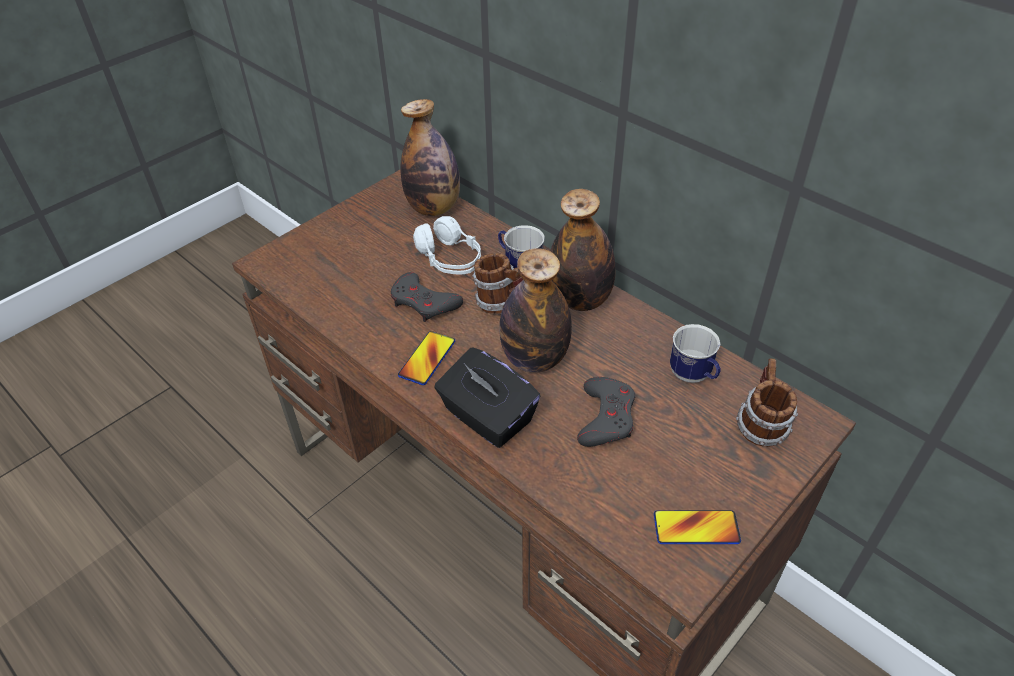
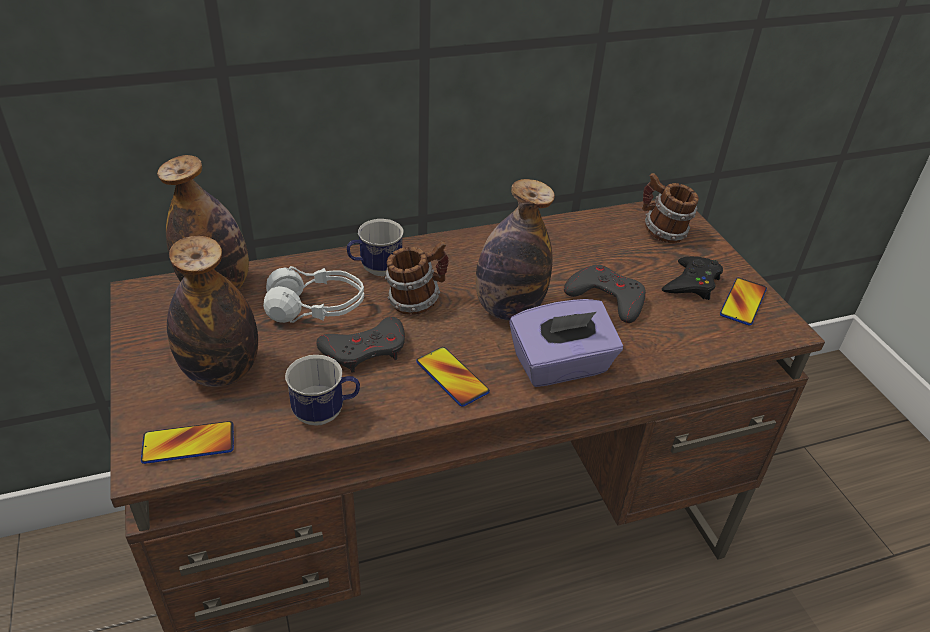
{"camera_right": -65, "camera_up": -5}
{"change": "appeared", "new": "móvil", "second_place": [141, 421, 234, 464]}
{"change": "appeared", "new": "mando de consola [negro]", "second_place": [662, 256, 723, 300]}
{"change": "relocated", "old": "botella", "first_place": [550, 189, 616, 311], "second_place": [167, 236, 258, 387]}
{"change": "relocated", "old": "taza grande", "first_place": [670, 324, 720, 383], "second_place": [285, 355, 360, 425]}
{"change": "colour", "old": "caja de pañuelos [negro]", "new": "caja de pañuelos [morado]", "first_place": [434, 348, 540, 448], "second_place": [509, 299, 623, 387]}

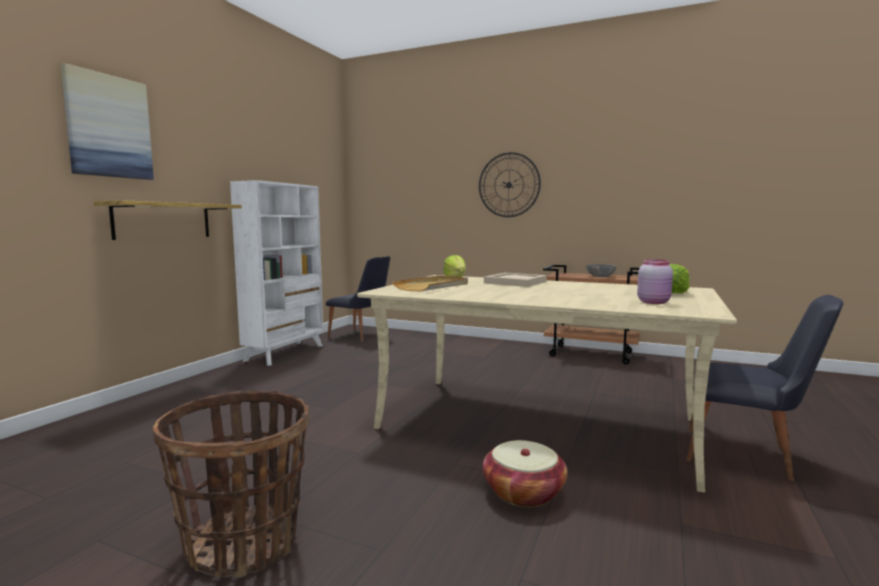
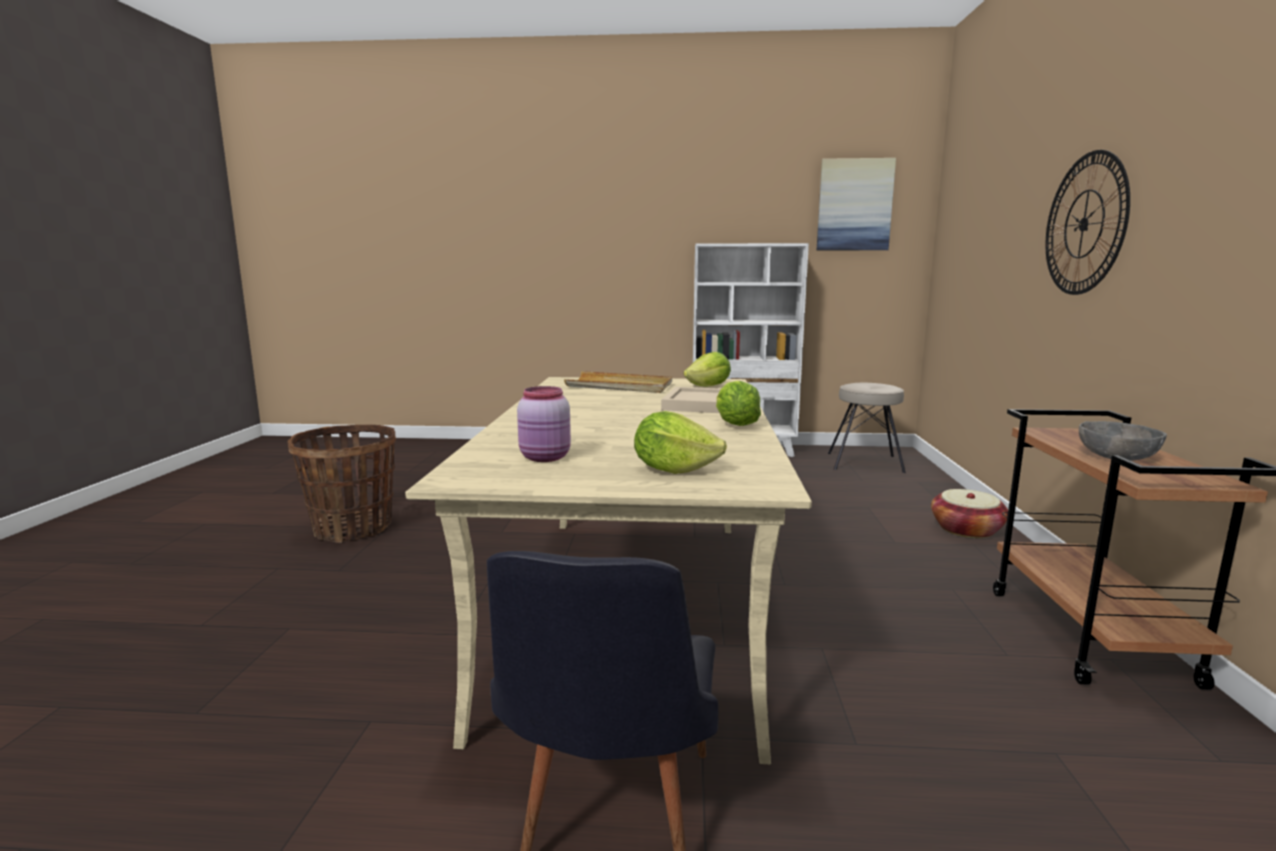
{"camera_right": 70, "camera_up": 5}
{"change": "missing", "old": "estante", "first_place": [94, 200, 242, 240]}
{"change": "appeared", "new": "lechuga", "second_place": [716, 381, 761, 426]}
{"change": "relocated", "old": "cuadro", "first_place": [60, 63, 154, 180], "second_place": [817, 158, 896, 250]}
{"change": "relocated", "old": "cesta", "first_place": [483, 440, 567, 507], "second_place": [931, 489, 1008, 538]}
{"change": "exchanged", "old": "silla [negro]", "new": "taburete [beis]", "first_place": [326, 256, 390, 342], "second_place": [828, 382, 906, 473]}

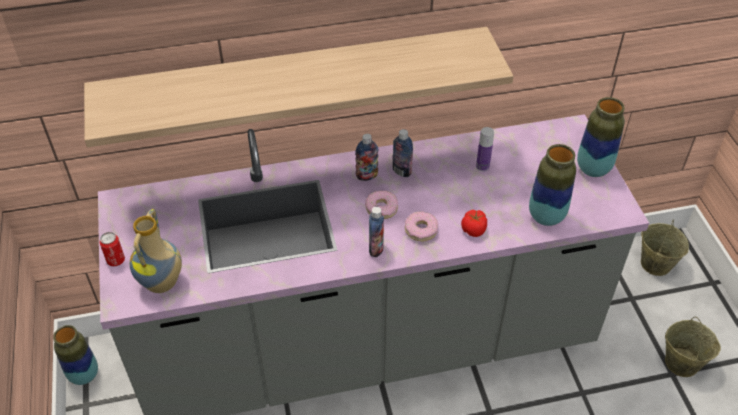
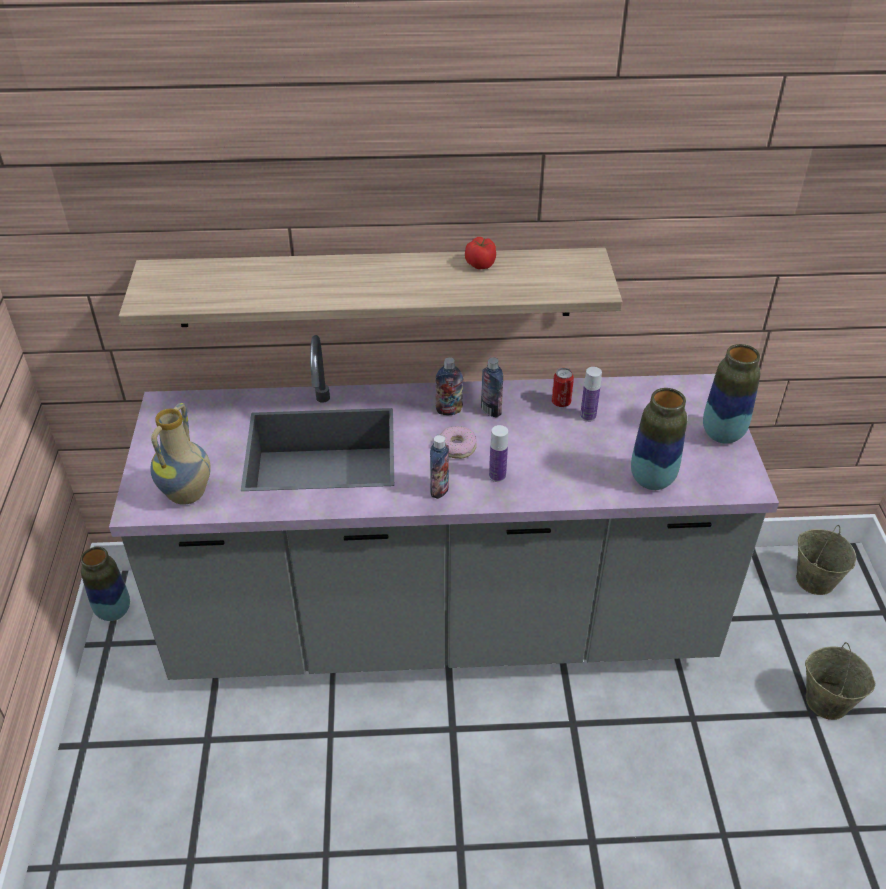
{"camera_right": 10, "camera_up": -5}
{"change": "relocated", "old": "lata", "first_place": [99, 232, 125, 266], "second_place": [552, 368, 574, 407]}
{"change": "relocated", "old": "tomate", "first_place": [461, 210, 487, 237], "second_place": [465, 237, 496, 269]}
{"change": "exchanged", "old": "rosquilla", "new": "botella", "first_place": [405, 211, 438, 242], "second_place": [489, 425, 508, 482]}

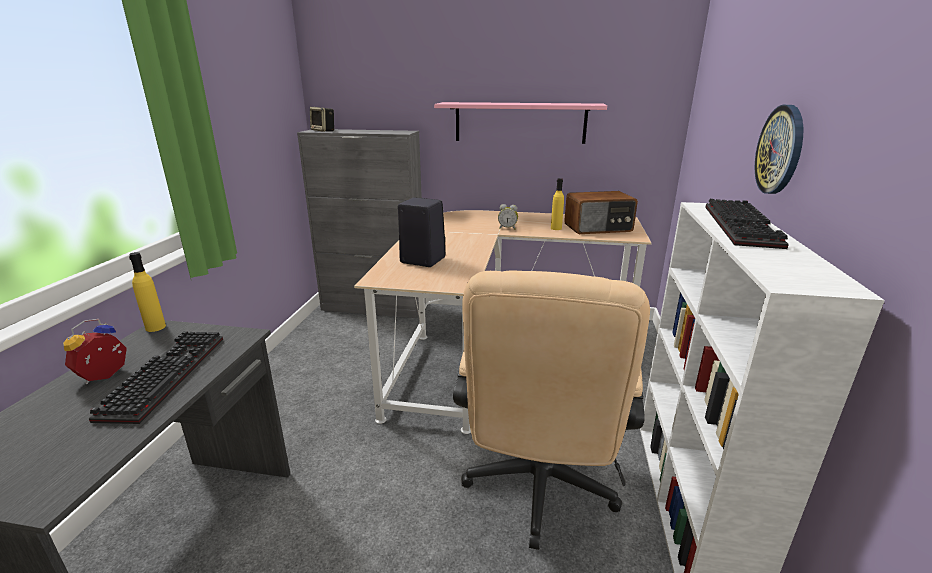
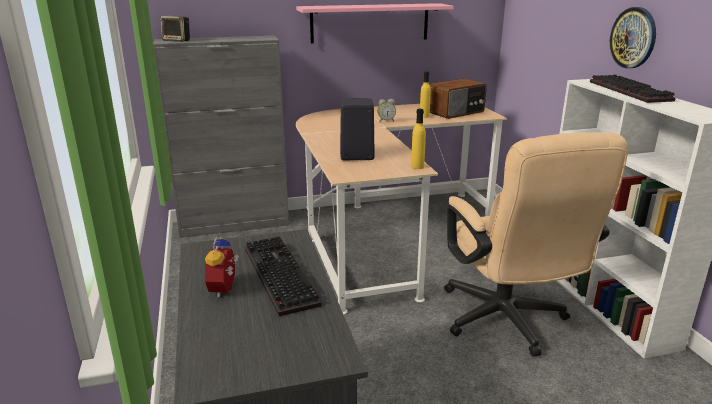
{"camera_right": -25, "camera_up": 0}
{"change": "relocated", "old": "botella [amarillo]", "first_place": [129, 252, 166, 332], "second_place": [411, 109, 426, 169]}

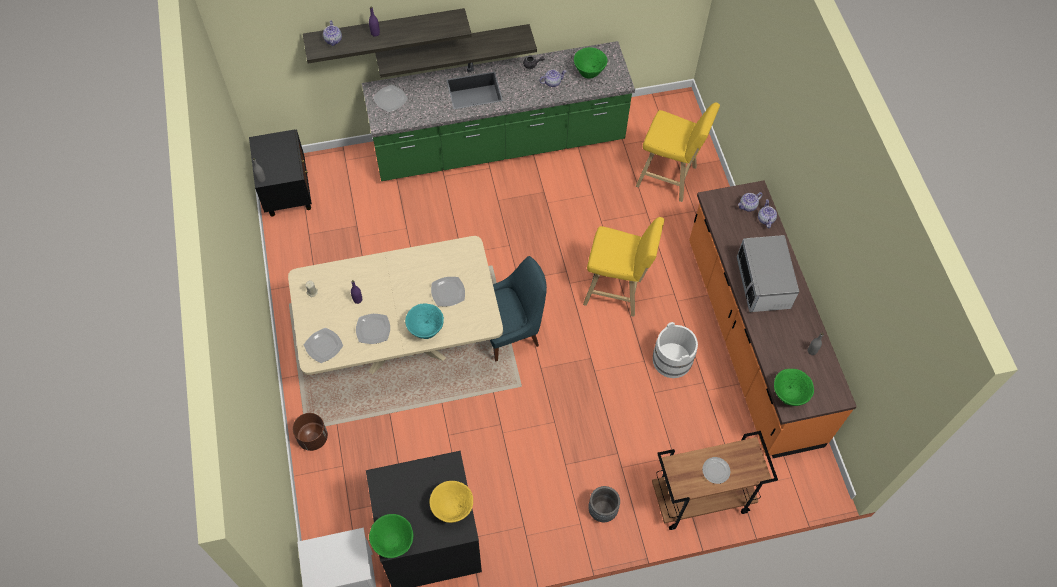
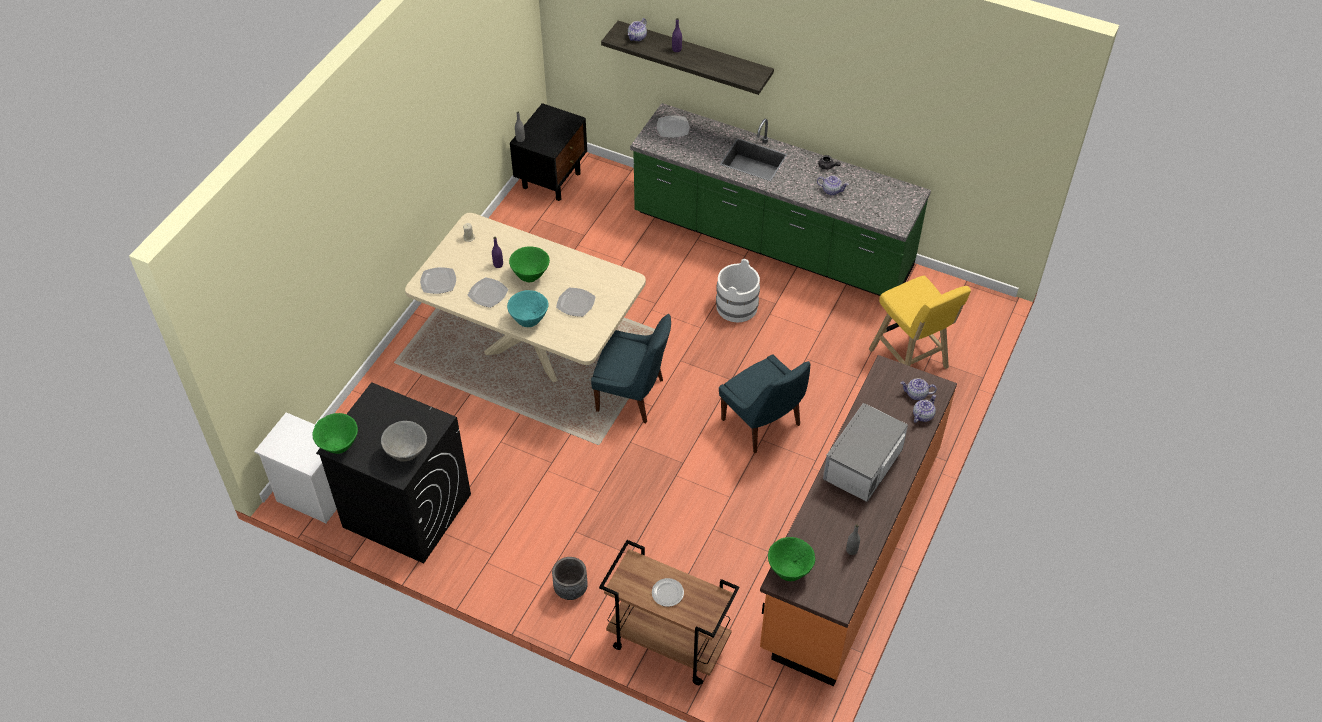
{"camera_right": 40, "camera_up": -10}
{"change": "missing", "old": "maceta [marrón]", "first_place": [293, 413, 328, 451]}
{"change": "missing", "old": "estante", "first_place": [375, 24, 537, 78]}
{"change": "relocated", "old": "cuenco [verde]", "first_place": [574, 47, 607, 79], "second_place": [509, 246, 550, 282]}
{"change": "relocated", "old": "cubo [blanco]", "first_place": [653, 322, 698, 378], "second_place": [716, 259, 760, 322]}
{"change": "exchanged", "old": "taburete [amarillo]", "new": "silla [azul]", "first_place": [583, 217, 665, 317], "second_place": [719, 354, 810, 453]}
{"change": "colour", "old": "cuenco [amarillo]", "new": "cuenco [gris]", "first_place": [429, 481, 473, 523], "second_place": [381, 421, 427, 462]}

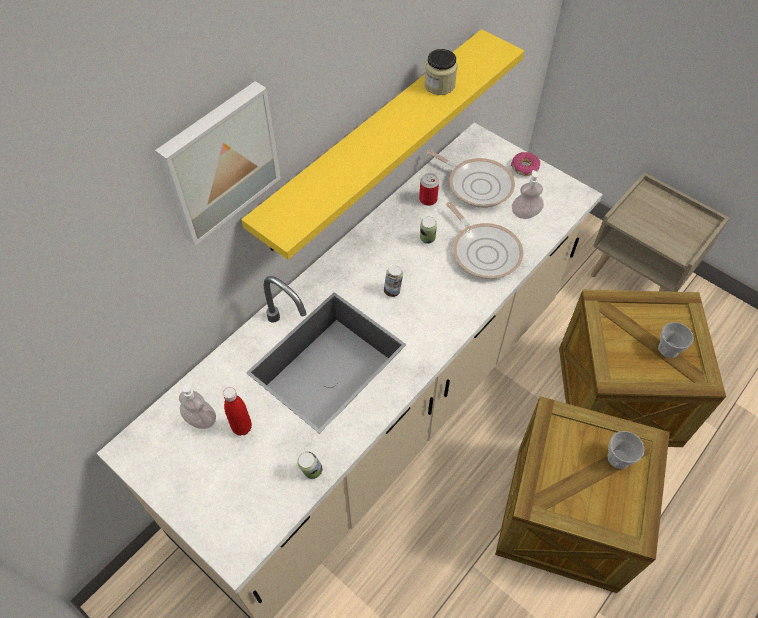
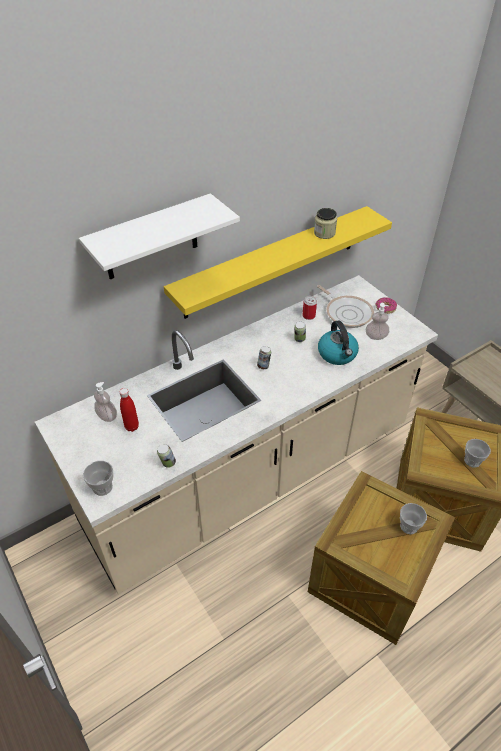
{"camera_right": 15, "camera_up": -10}
{"change": "appeared", "new": "taza", "second_place": [83, 461, 113, 496]}
{"change": "exchanged", "old": "cuadro", "new": "estante [blanco]", "first_place": [155, 81, 281, 246], "second_place": [79, 193, 240, 279]}
{"change": "exchanged", "old": "sartén", "new": "hervidor", "first_place": [446, 202, 523, 279], "second_place": [318, 321, 359, 365]}

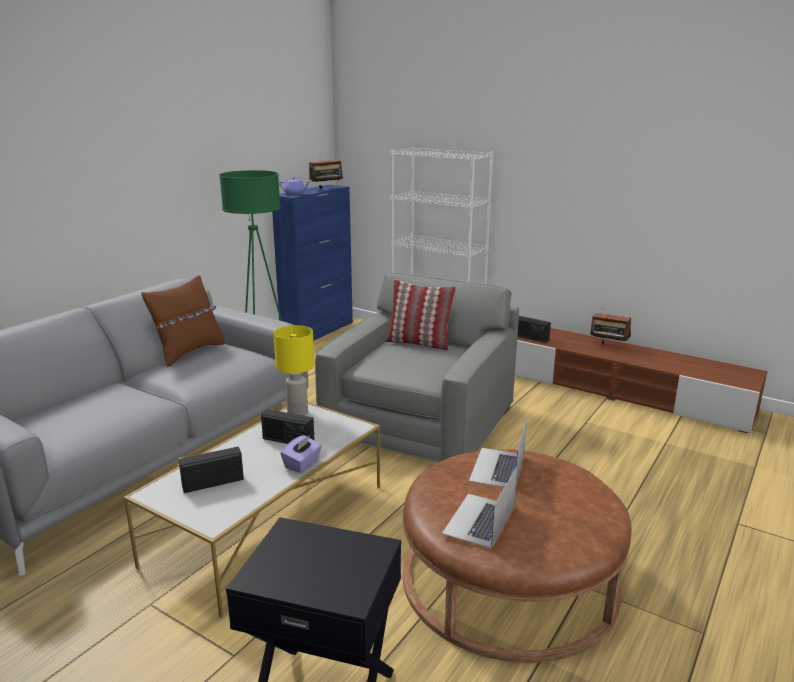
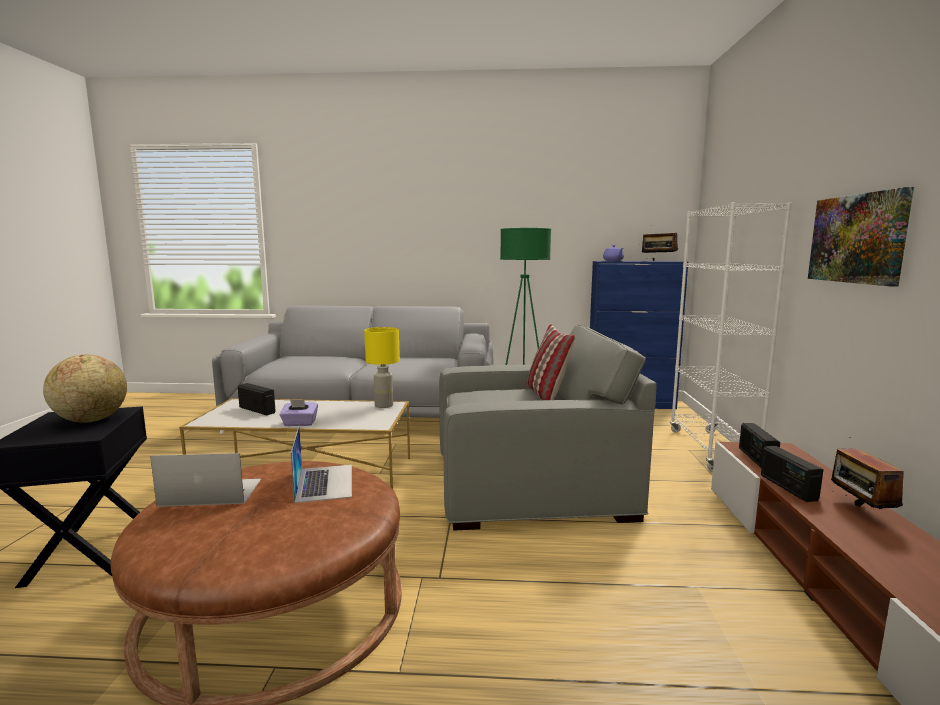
{"camera_right": 60, "camera_up": -10}
{"change": "missing", "old": "cojín [marrón]", "first_place": [141, 276, 225, 367]}
{"change": "appeared", "new": "globo terráqueo", "second_place": [43, 354, 127, 423]}
{"change": "appeared", "new": "cuadro", "second_place": [808, 187, 914, 286]}
{"change": "relocated", "old": "radio", "first_place": [261, 409, 315, 444], "second_place": [761, 446, 823, 502]}
{"change": "spun", "old": "portátil", "first_place": [469, 419, 527, 487], "second_place": [291, 426, 352, 503], "degrees": 90}

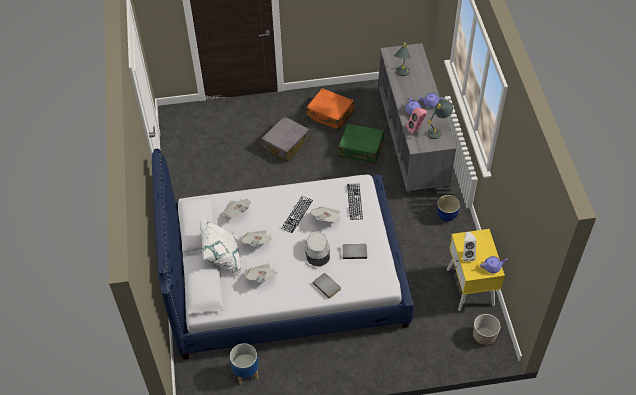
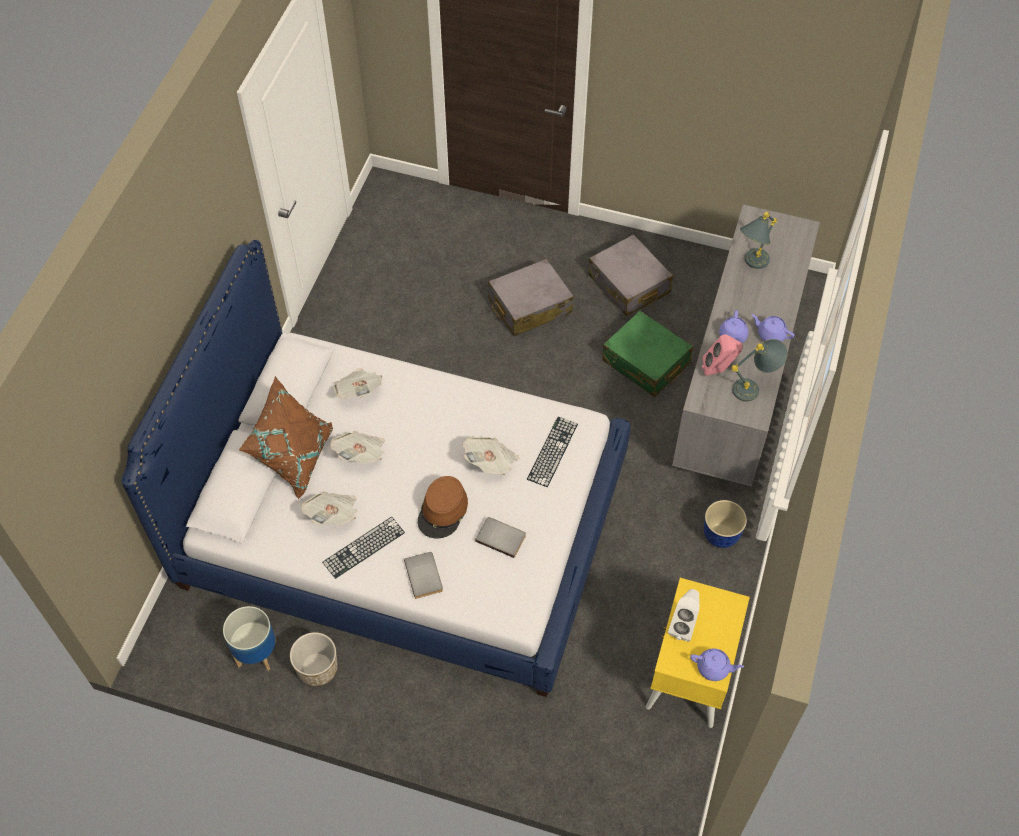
{"camera_right": 25, "camera_up": 5}
{"change": "relocated", "old": "teclado", "first_place": [281, 196, 313, 233], "second_place": [322, 517, 405, 579]}
{"change": "relocated", "old": "maceta", "first_place": [473, 314, 500, 345], "second_place": [290, 632, 338, 686]}
{"change": "colour", "old": "cojín [blanco]", "new": "cojín [marrón]", "first_place": [200, 217, 241, 276], "second_place": [239, 376, 333, 499]}
{"change": "colour", "old": "sombrero [gris]", "new": "sombrero [marrón]", "first_place": [305, 231, 330, 266], "second_place": [418, 476, 468, 539]}
{"change": "colour", "old": "maleta [naranja]", "new": "maleta [gris]", "first_place": [306, 88, 354, 131], "second_place": [589, 234, 673, 316]}

